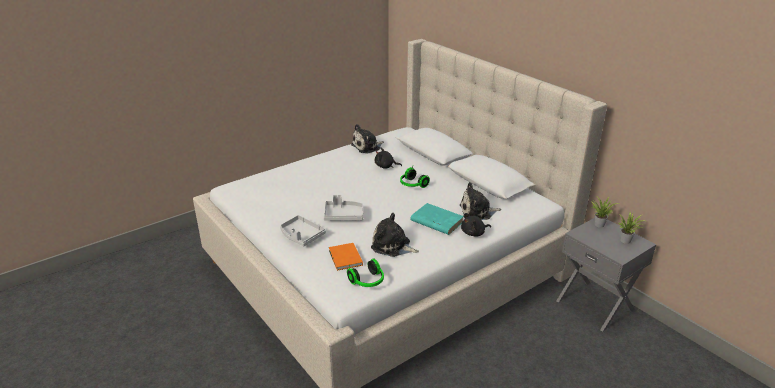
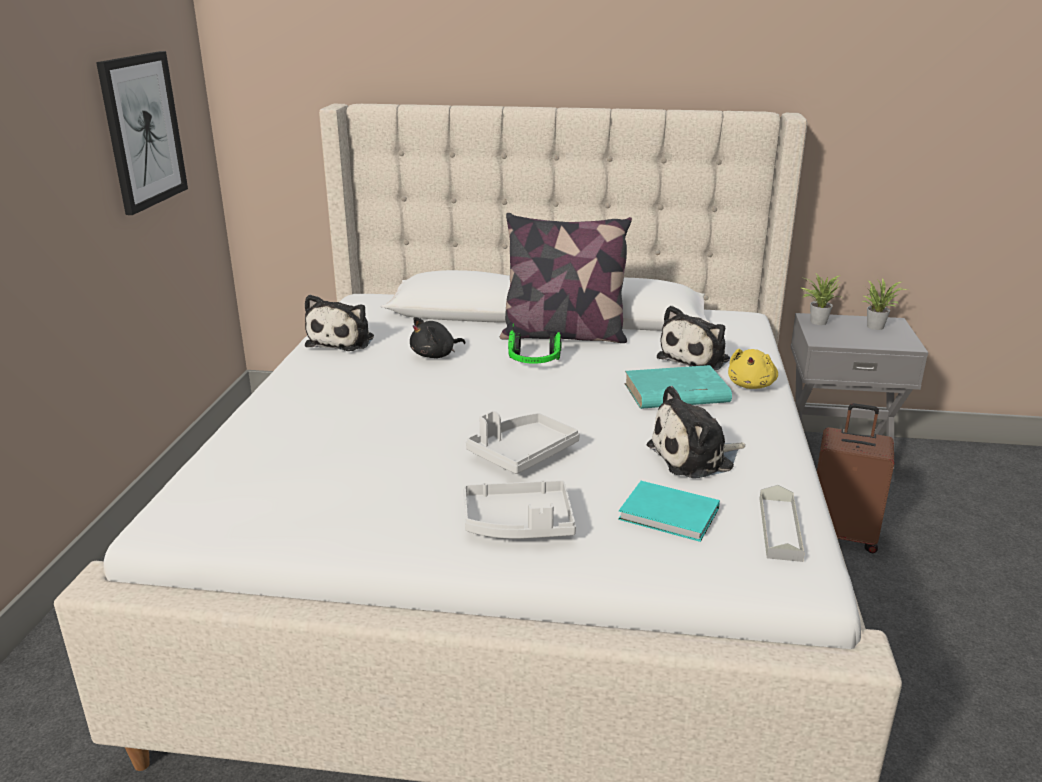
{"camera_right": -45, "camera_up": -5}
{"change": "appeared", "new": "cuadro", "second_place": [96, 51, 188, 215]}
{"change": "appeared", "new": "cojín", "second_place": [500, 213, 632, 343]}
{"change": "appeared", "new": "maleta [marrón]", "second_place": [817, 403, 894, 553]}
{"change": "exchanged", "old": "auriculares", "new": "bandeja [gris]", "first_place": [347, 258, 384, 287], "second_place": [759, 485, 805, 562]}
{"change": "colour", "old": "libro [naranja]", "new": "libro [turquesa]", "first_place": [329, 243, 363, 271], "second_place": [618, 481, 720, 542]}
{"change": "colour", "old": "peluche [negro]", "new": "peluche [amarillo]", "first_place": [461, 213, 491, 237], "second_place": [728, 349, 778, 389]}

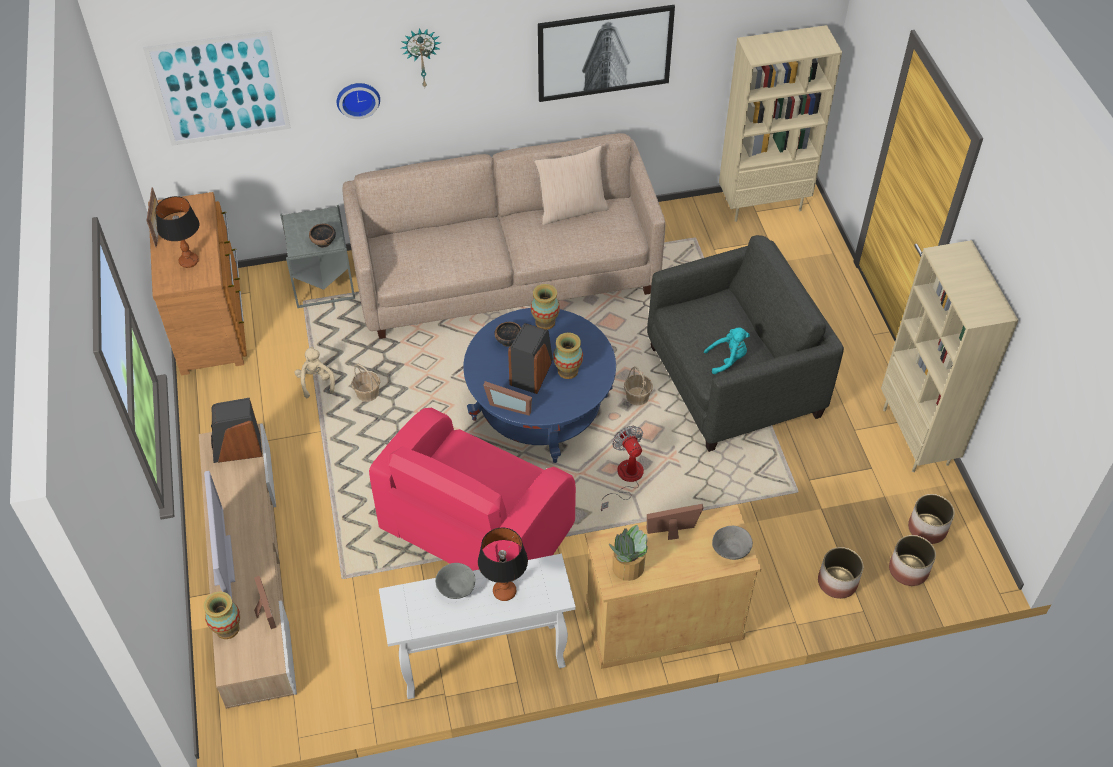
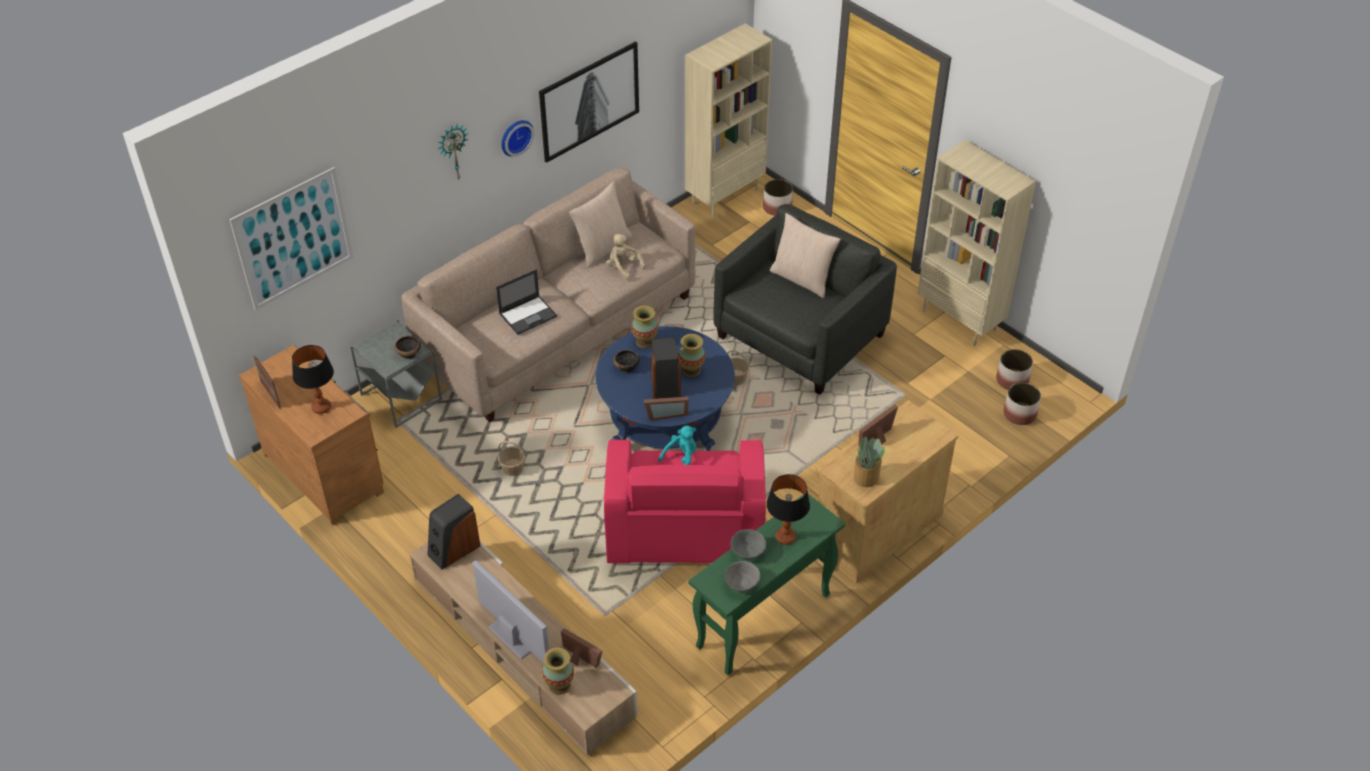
{"camera_right": -30, "camera_up": -5}
{"change": "missing", "old": "ventilador", "first_place": [601, 426, 644, 511]}
{"change": "appeared", "new": "portátil", "second_place": [496, 269, 557, 335]}
{"change": "appeared", "new": "cojín [beis]", "second_place": [770, 213, 841, 298]}
{"change": "relocated", "old": "peluche [beis]", "first_place": [294, 347, 335, 398], "second_place": [606, 234, 645, 280]}
{"change": "relocated", "old": "reloj de pared", "first_place": [337, 83, 380, 119], "second_place": [501, 120, 534, 157]}
{"change": "relocated", "old": "peluche [turquesa]", "first_place": [704, 327, 750, 374], "second_place": [658, 426, 696, 465]}
{"change": "relocated", "old": "cuenco [gris]", "first_place": [712, 526, 753, 560], "second_place": [724, 561, 761, 591]}
{"change": "relocated", "old": "maceta", "first_place": [818, 547, 863, 599], "second_place": [763, 179, 793, 216]}
{"change": "colour", "old": "mesa consola [blanco]", "new": "mesa consola [verde]", "first_place": [379, 554, 576, 699], "second_place": [688, 494, 845, 676]}

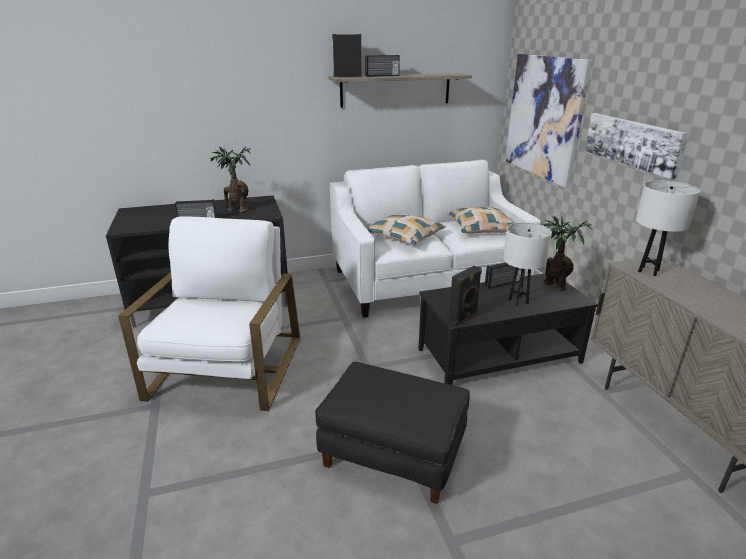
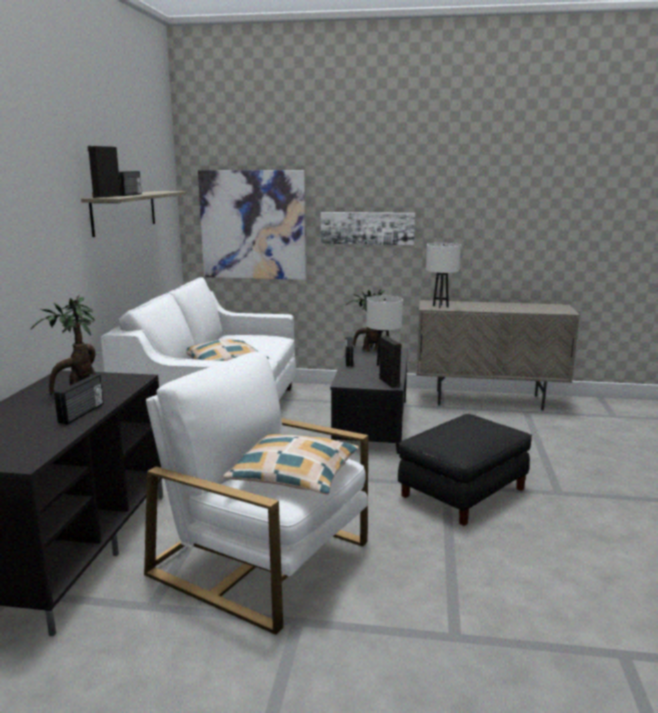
{"camera_right": -65, "camera_up": -10}
{"change": "relocated", "old": "cojín", "first_place": [447, 207, 513, 233], "second_place": [223, 433, 359, 495]}

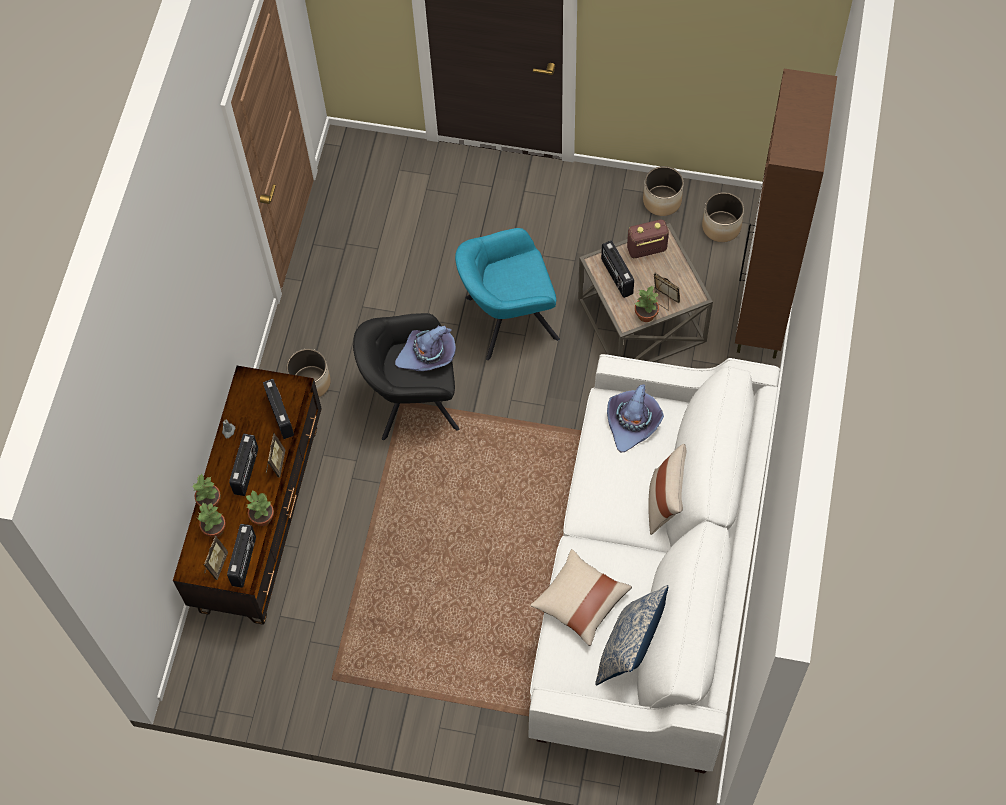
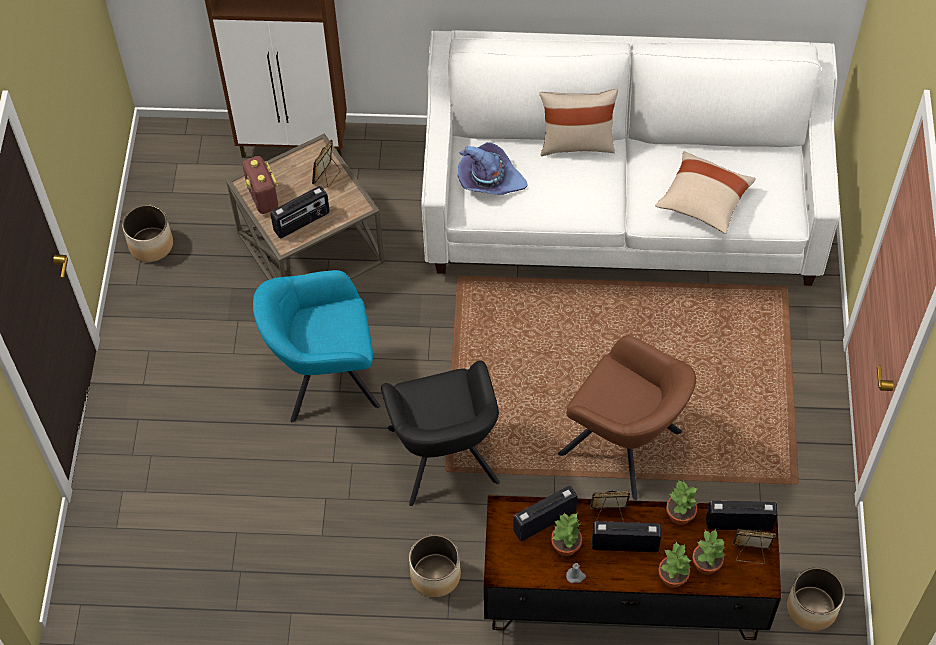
{"camera_right": -100, "camera_up": -5}
{"change": "missing", "old": "sombrero [morado]", "first_place": [395, 325, 456, 371]}
{"change": "missing", "old": "cojín", "first_place": [595, 585, 668, 686]}
{"change": "appeared", "new": "sillón [marrón]", "second_place": [558, 335, 696, 500]}
{"change": "relocated", "old": "planta en maceta", "first_place": [635, 286, 659, 322], "second_place": [551, 513, 582, 556]}
{"change": "relocated", "old": "maceta", "first_place": [702, 192, 744, 242], "second_place": [787, 567, 845, 631]}
{"change": "spun", "old": "sillón [turquesa]", "first_place": [455, 228, 560, 360], "second_place": [253, 270, 380, 422], "degrees": 105}

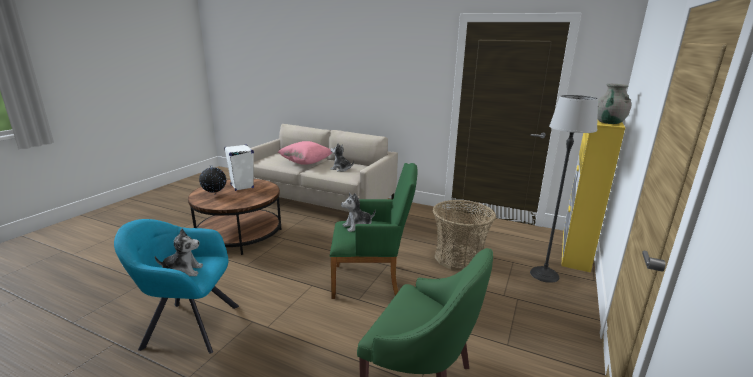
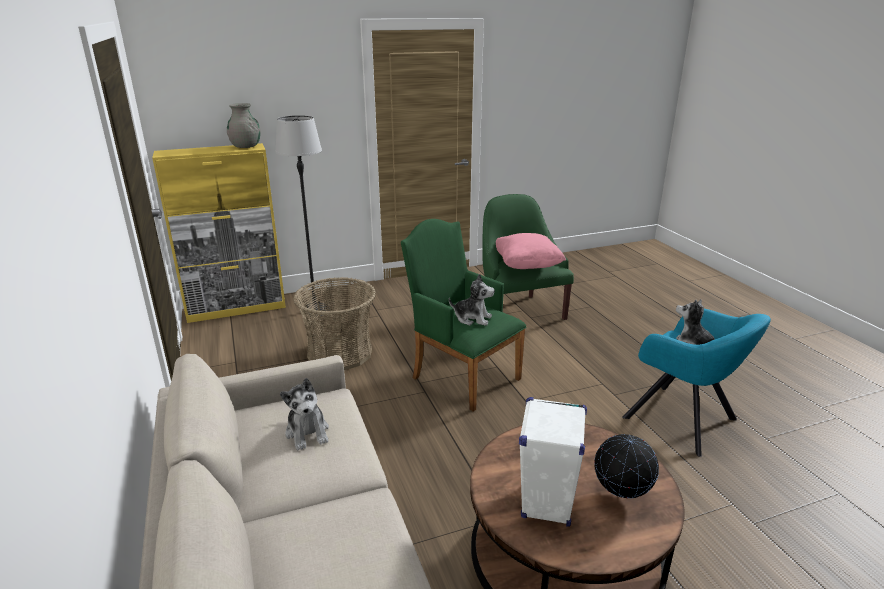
{"camera_right": -135, "camera_up": 5}
{"change": "relocated", "old": "cojín [rosa]", "first_place": [278, 141, 332, 165], "second_place": [496, 233, 566, 269]}

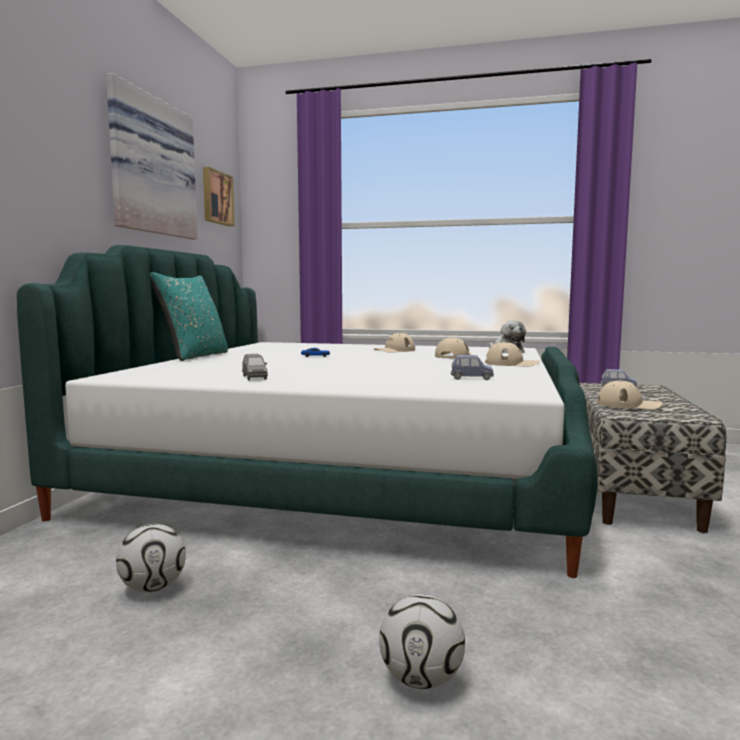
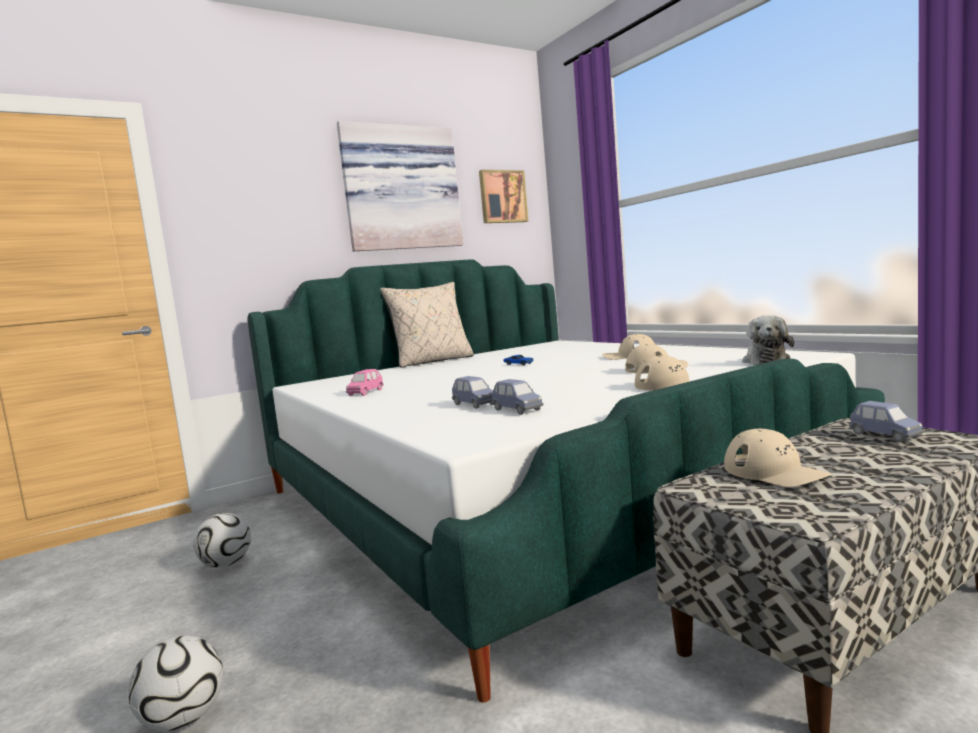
{"camera_right": 45, "camera_up": 0}
{"change": "appeared", "new": "coche de juguete [azul]", "second_place": [452, 376, 493, 409]}
{"change": "colour", "old": "cojín [turquesa]", "new": "cojín [beis]", "first_place": [150, 272, 228, 361], "second_place": [380, 282, 474, 368]}
{"change": "colour", "old": "coche de juguete [gris]", "new": "coche de juguete [rosa]", "first_place": [242, 354, 268, 380], "second_place": [346, 369, 384, 396]}

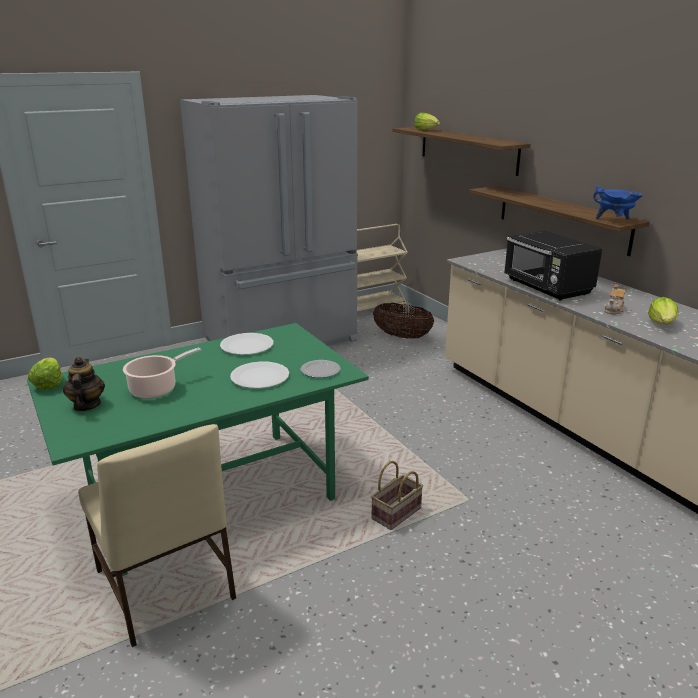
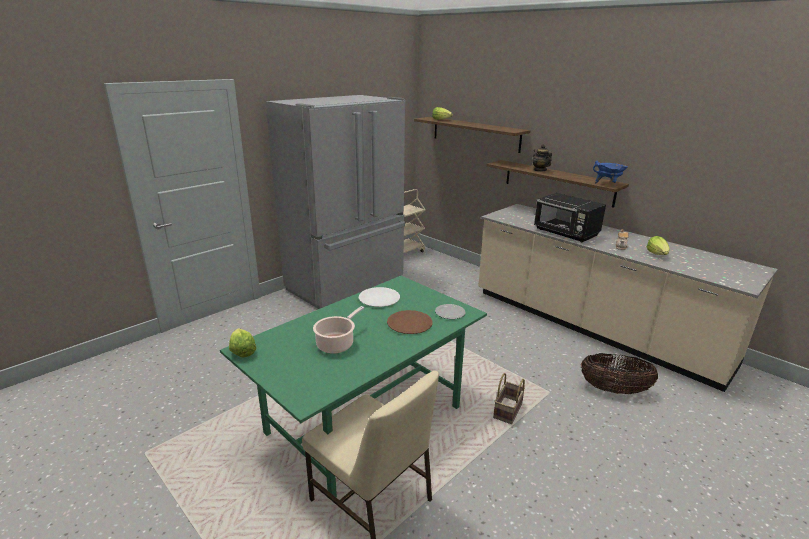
{"camera_right": -15, "camera_up": 0}
{"change": "relocated", "old": "tetera", "first_place": [63, 357, 105, 411], "second_place": [532, 145, 552, 172]}
{"change": "relocated", "old": "cesta", "first_place": [373, 303, 434, 339], "second_place": [581, 353, 658, 394]}
{"change": "colour", "old": "plato [blanco]", "new": "plato [marrón]", "first_place": [230, 362, 289, 388], "second_place": [387, 310, 433, 334]}

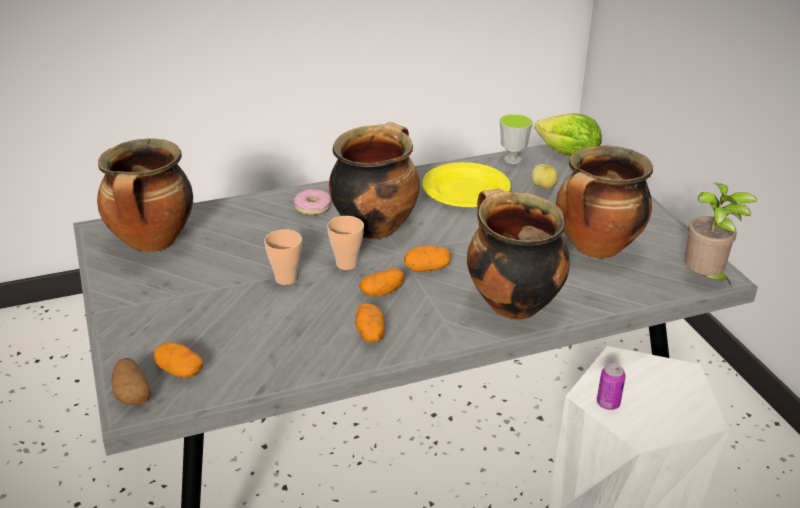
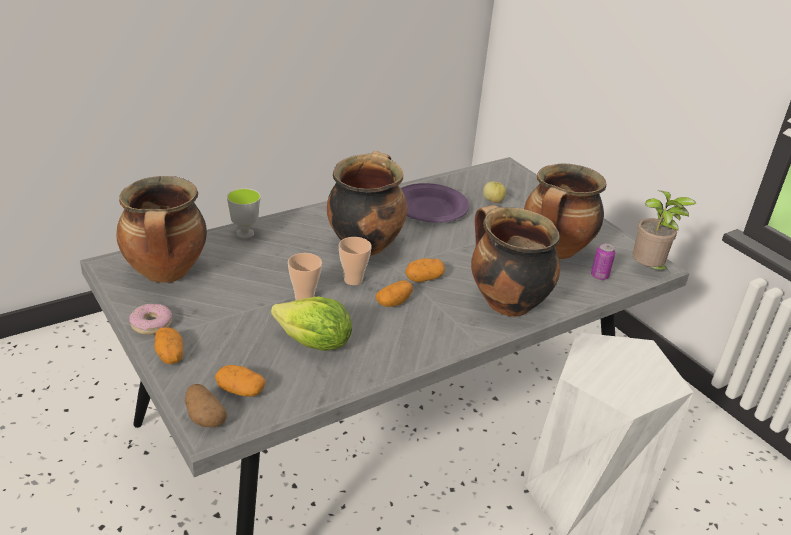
{"camera_right": -15, "camera_up": 0}
{"change": "relocated", "old": "rosquilla", "first_place": [294, 189, 331, 215], "second_place": [129, 304, 172, 335]}
{"change": "relocated", "old": "patata", "first_place": [355, 303, 385, 343], "second_place": [155, 327, 183, 364]}
{"change": "relocated", "old": "taza", "first_place": [500, 114, 533, 164], "second_place": [227, 188, 261, 239]}
{"change": "relocated", "old": "lechuga", "first_place": [535, 113, 602, 156], "second_place": [271, 296, 352, 351]}
{"change": "relocated", "old": "lata", "first_place": [597, 363, 626, 410], "second_place": [591, 243, 615, 280]}
{"change": "colour", "old": "plato [amarillo]", "new": "plato [morado]", "first_place": [422, 162, 511, 207], "second_place": [401, 183, 469, 223]}

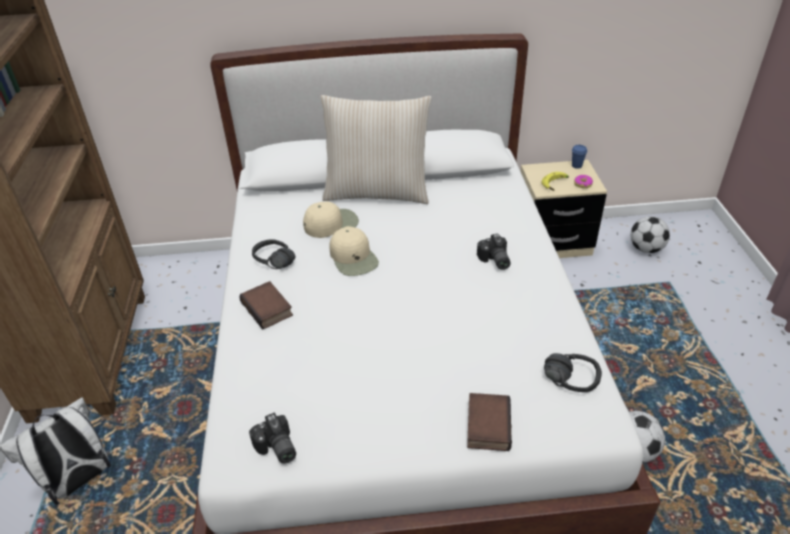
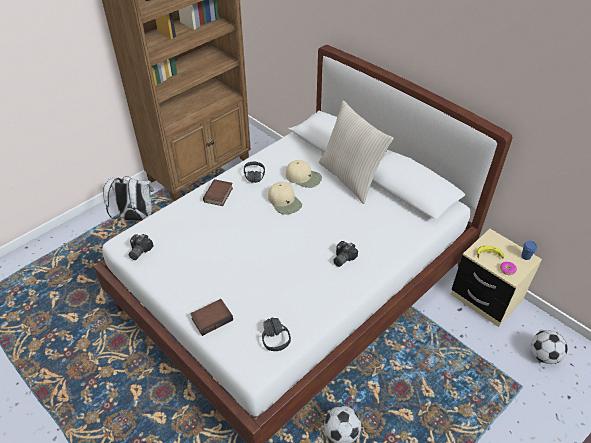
{"camera_right": 50, "camera_up": 5}
{"change": "spun", "old": "gorra [beis]", "first_place": [330, 226, 379, 276], "second_place": [268, 181, 302, 215], "degrees": -60}

